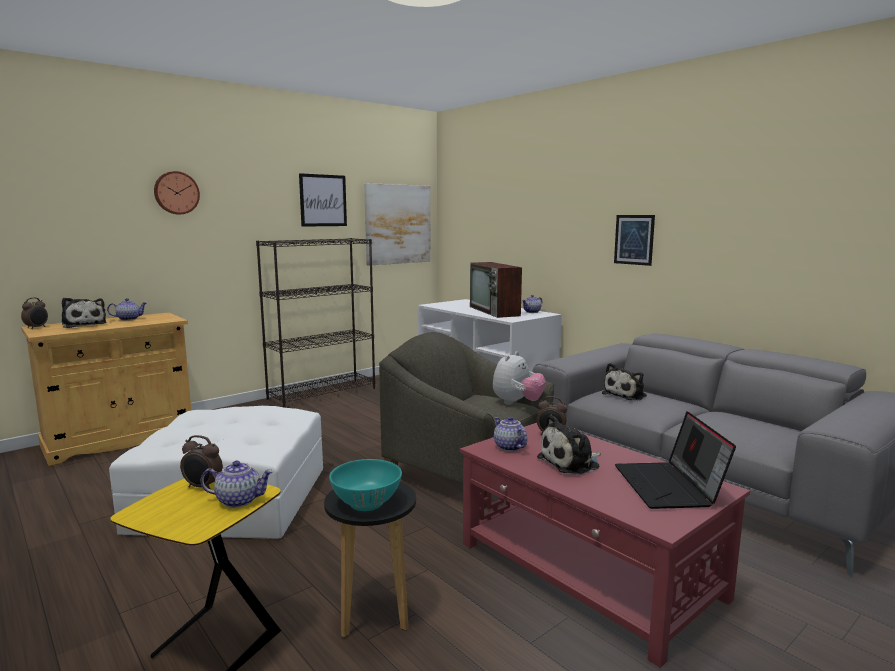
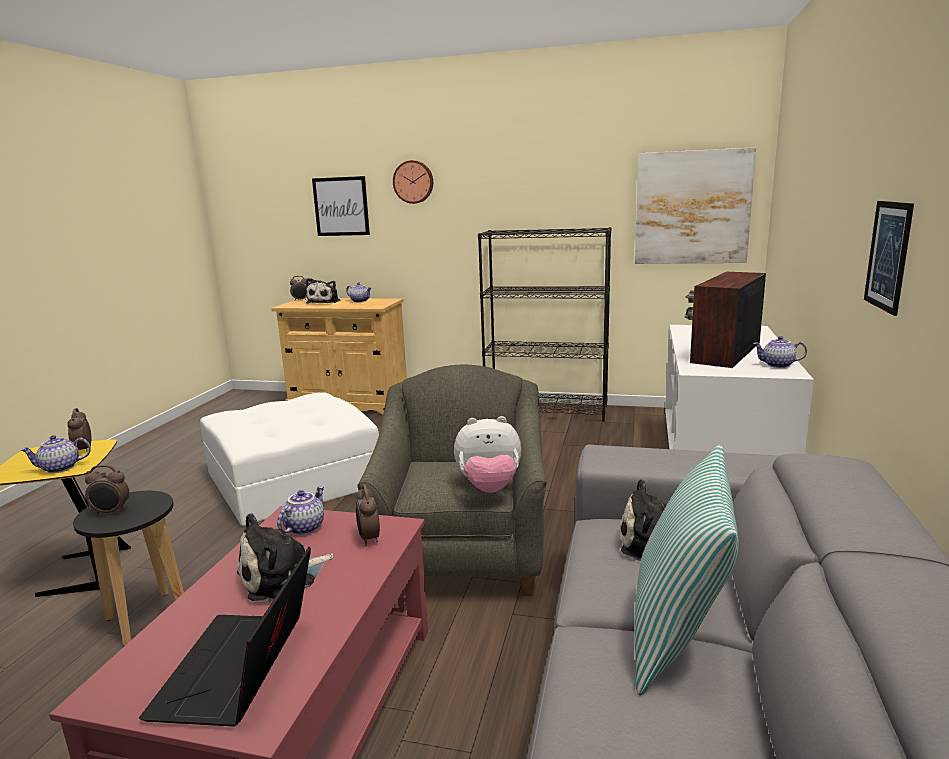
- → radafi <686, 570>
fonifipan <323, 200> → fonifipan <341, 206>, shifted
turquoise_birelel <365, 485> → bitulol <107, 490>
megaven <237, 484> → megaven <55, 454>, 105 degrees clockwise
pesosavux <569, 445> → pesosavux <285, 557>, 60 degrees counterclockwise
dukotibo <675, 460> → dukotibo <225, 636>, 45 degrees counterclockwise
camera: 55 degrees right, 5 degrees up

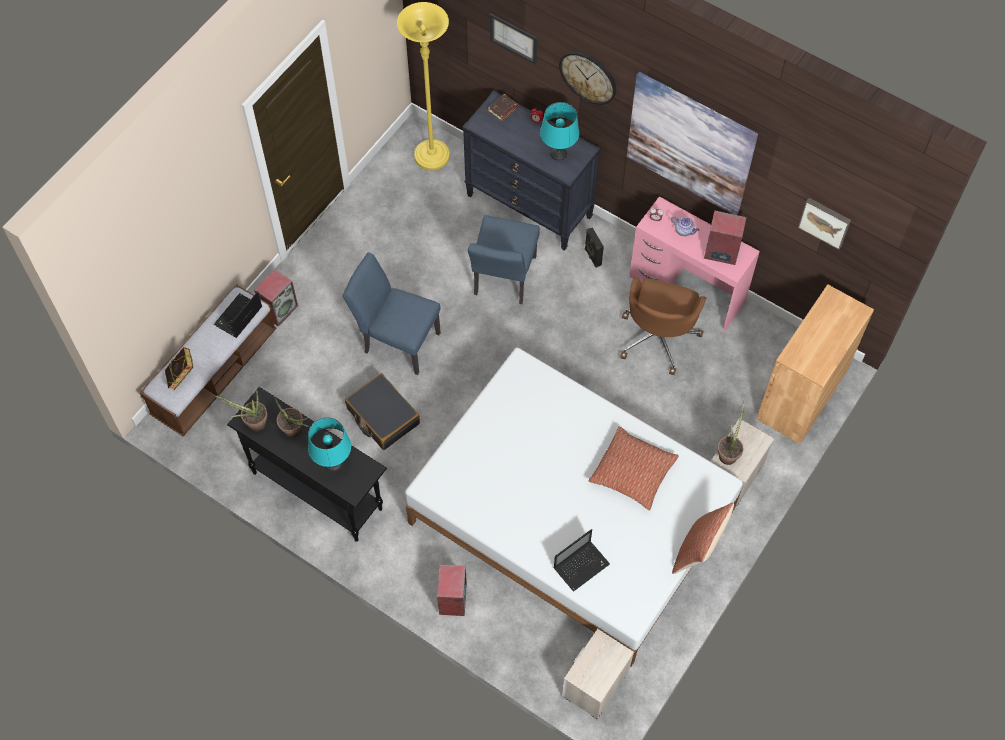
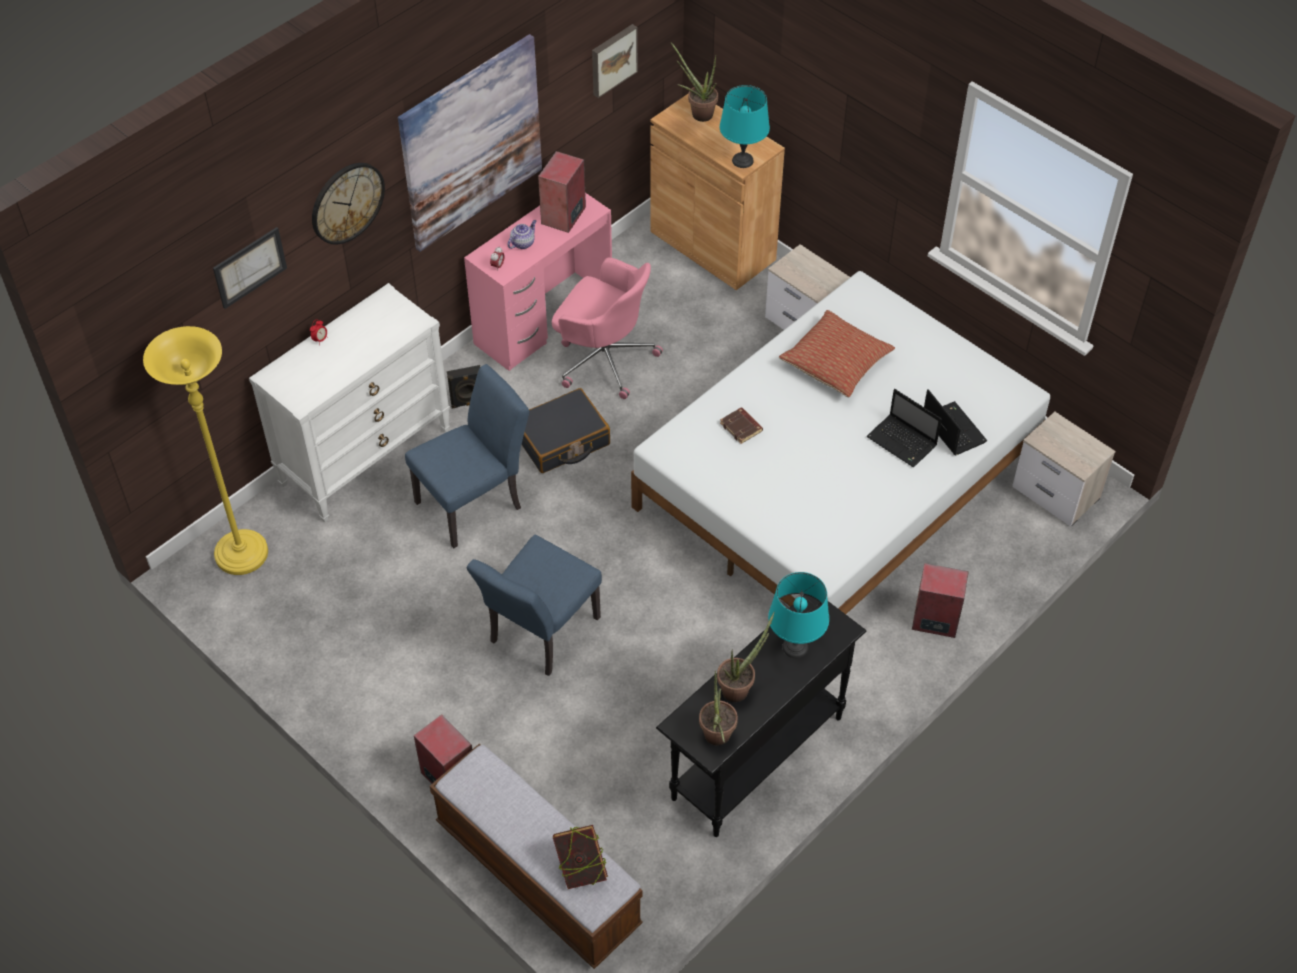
radafi <703, 538> → -
dukotibo <238, 314> → dukotibo <904, 428>, shifted
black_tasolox <382, 411> → black_tasolox <566, 430>, shifted
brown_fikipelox <503, 107> → brown_fikipelox <741, 425>, shifted
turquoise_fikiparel <559, 131> → turquoise_fikiparel <745, 126>, shifted
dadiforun <730, 433> → dadiforun <694, 82>, shifted
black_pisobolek <531, 170> → white_pisobolek <349, 402>
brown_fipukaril <663, 326> → pink_fipukaril <607, 328>
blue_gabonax <504, 259> → blue_gabonax <467, 456>, 60 degrees counterclockwise
camera: 80 degrees left, 10 degrees down

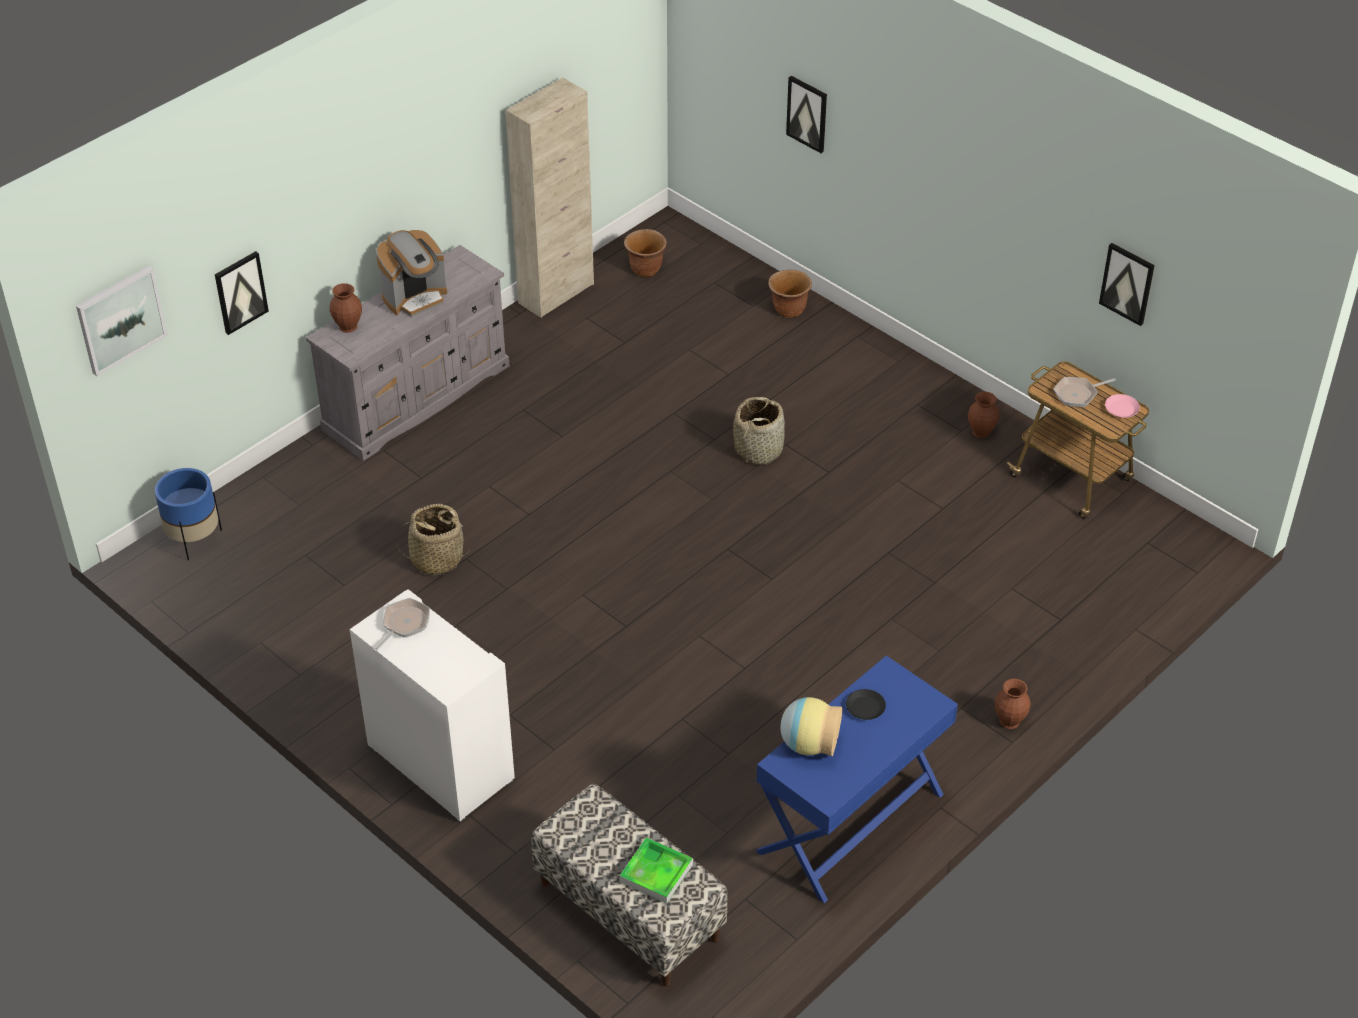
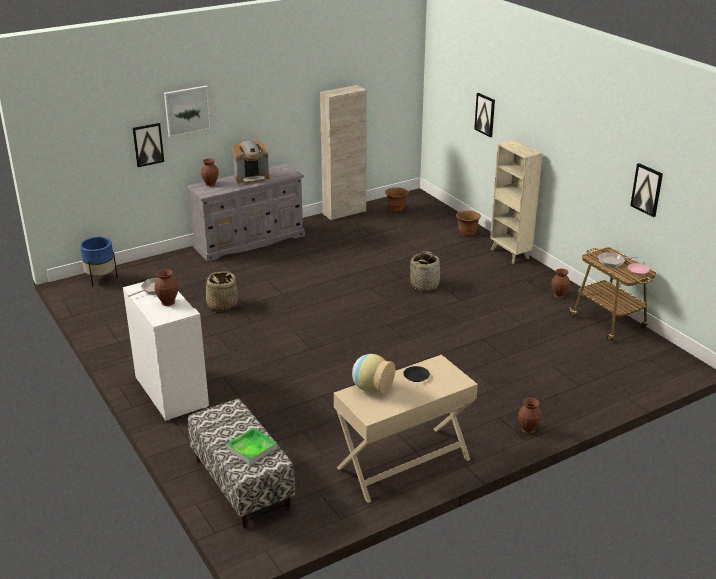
- → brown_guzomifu <166, 287>
- → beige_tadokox <516, 202>
fonifipan <122, 321> → fonifipan <188, 111>, shifted
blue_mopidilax <857, 779> → beige_mopidilax <406, 428>
camera: 15 degrees right, 15 degrees down

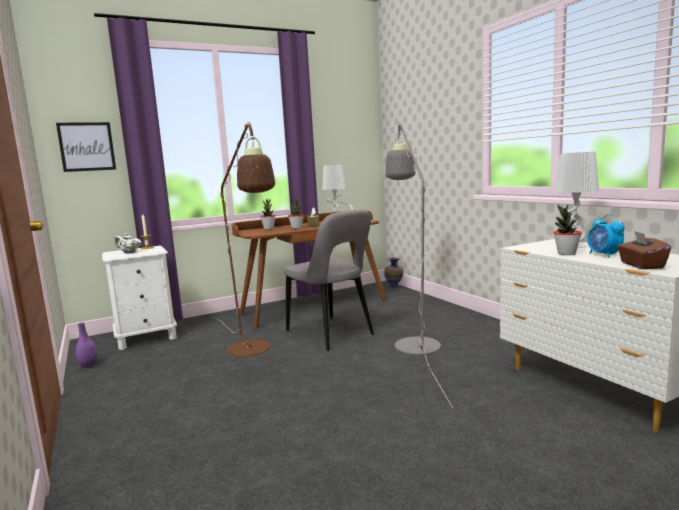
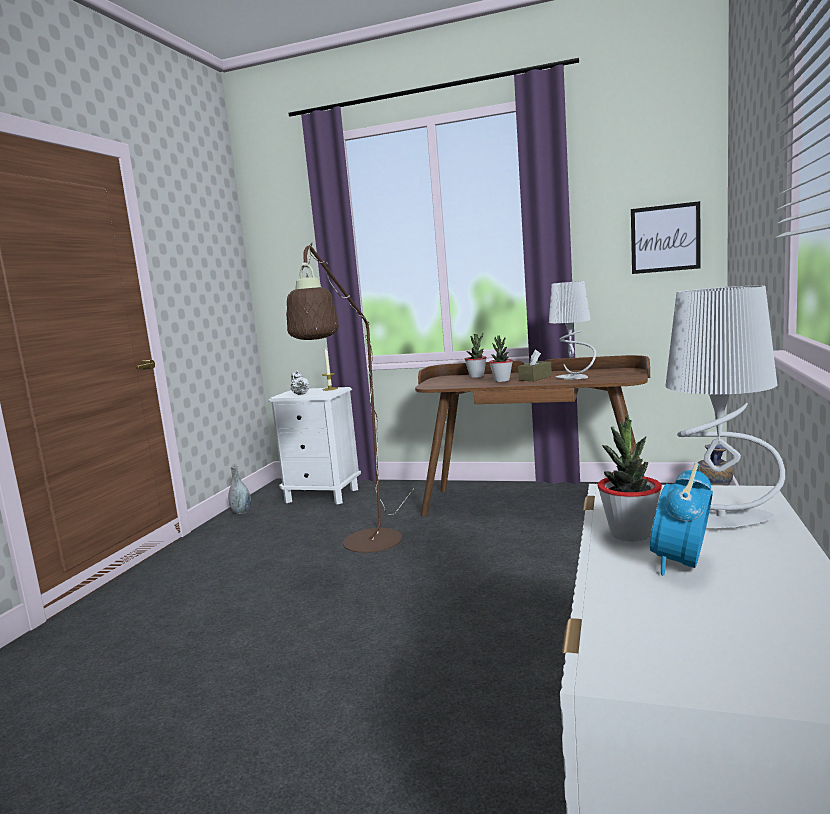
grey_gabonax <329, 280> → -
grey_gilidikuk <419, 265> → -
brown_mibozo <644, 250> → -
fonifipan <86, 147> → fonifipan <665, 237>, shifted
purple_guzomifu <86, 344> → grey_guzomifu <239, 489>
camera: 45 degrees right, 0 degrees up

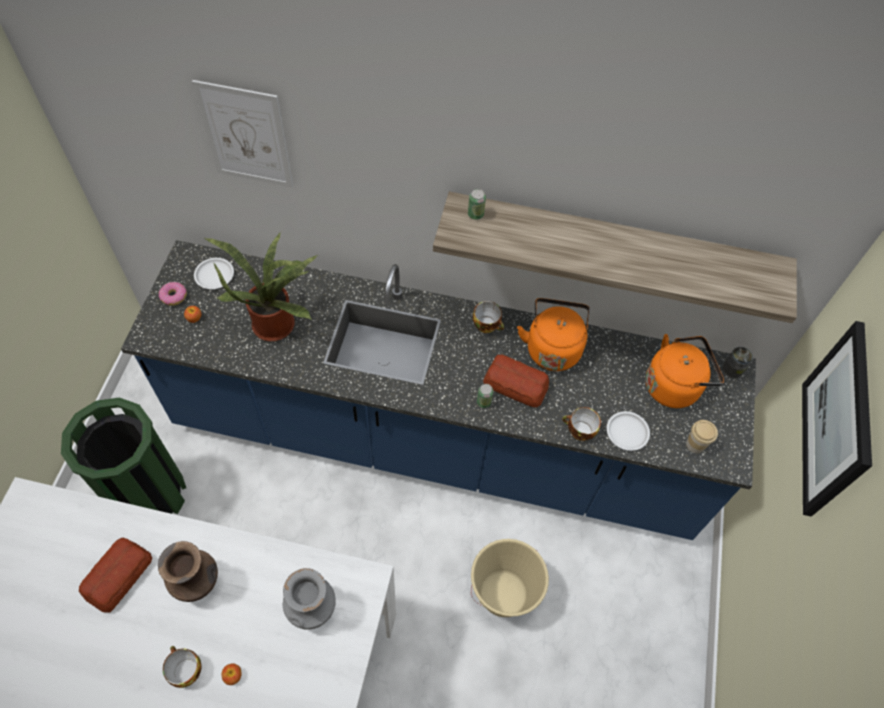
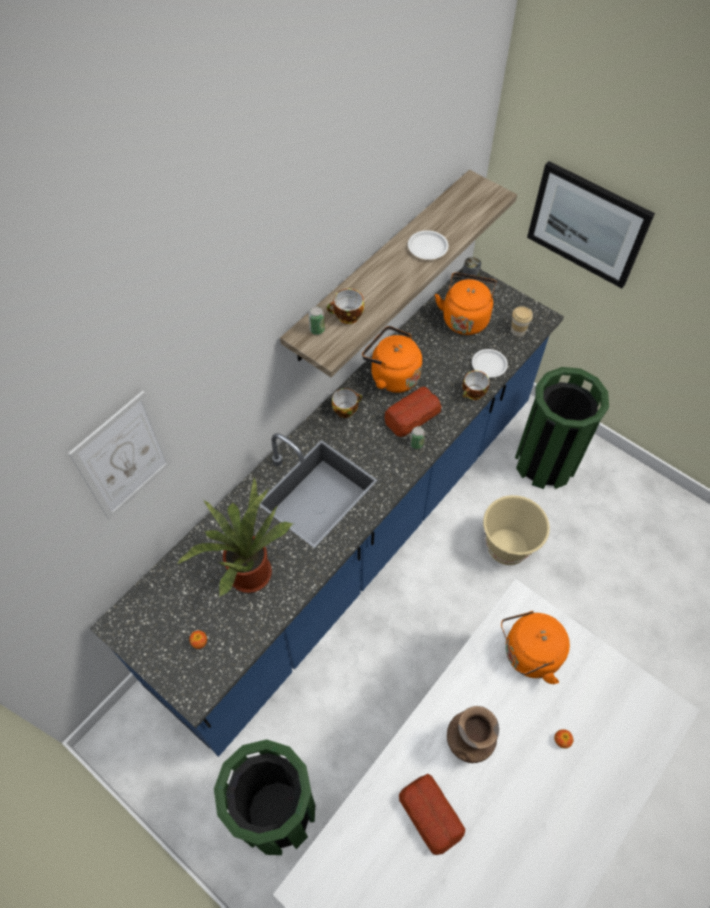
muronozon <173, 294> → -
- → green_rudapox <562, 428>
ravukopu <182, 667> → ravukopu <345, 306>, shifted
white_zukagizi <214, 273> → white_zukagizi <428, 245>, shifted
grey_guzomifu <309, 599> → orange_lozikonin <535, 647>
camera: 60 degrees left, 0 degrees up

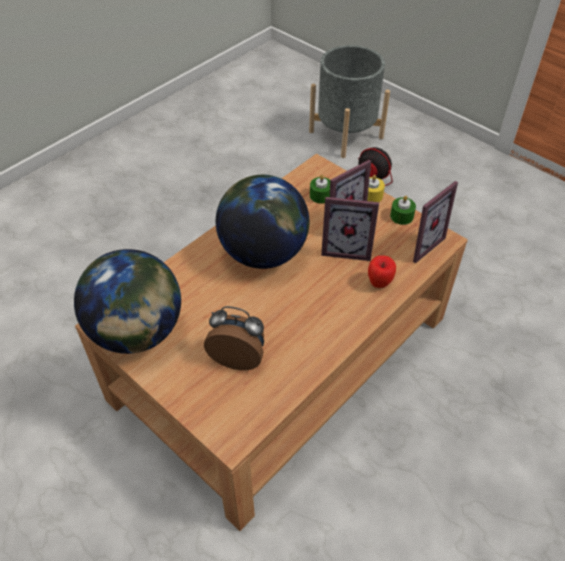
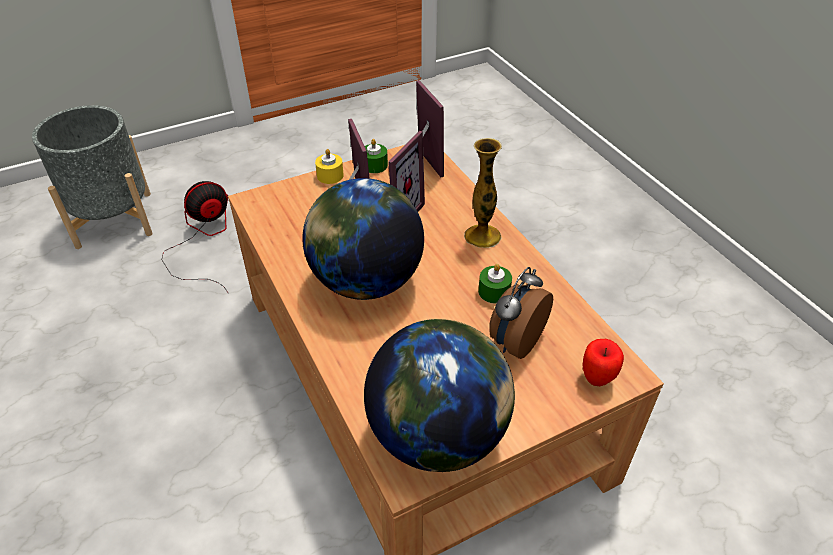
- → guzomifu <483, 193>
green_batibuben <320, 189> → green_batibuben <495, 284>, shifted
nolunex <382, 271> → nolunex <603, 362>, shifted
camera: 70 degrees left, 5 degrees down

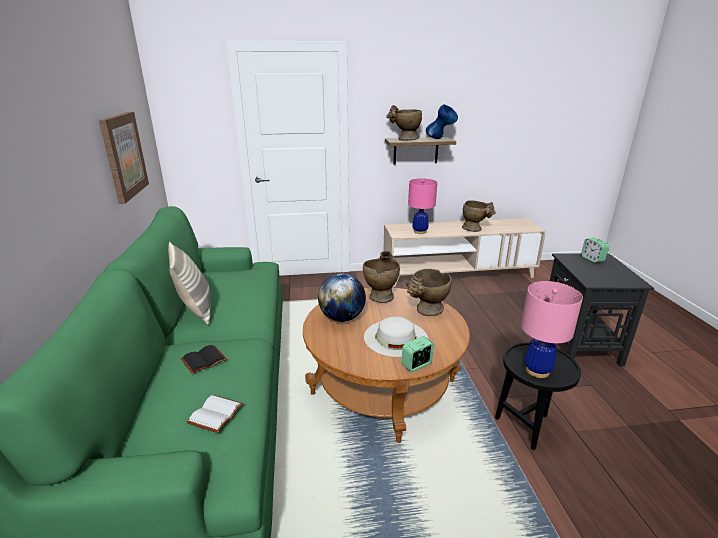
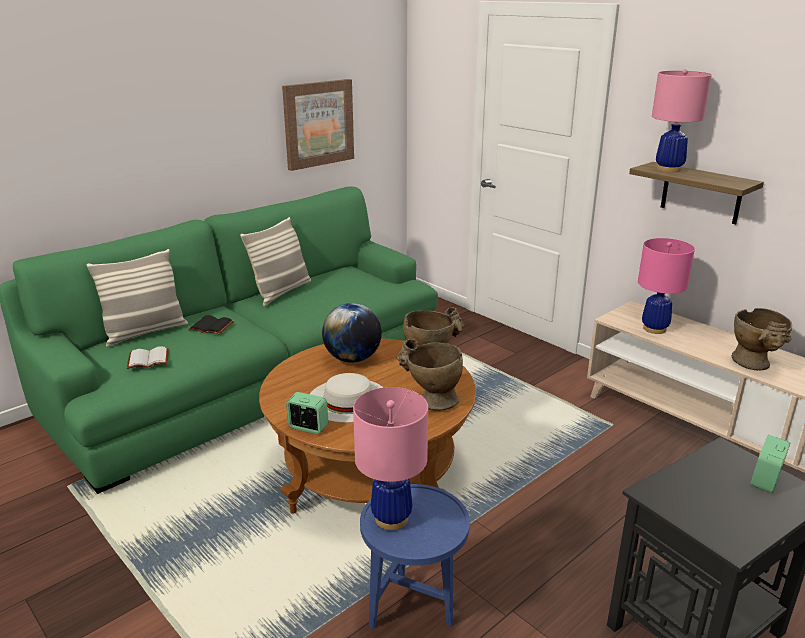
blue_guzomifu <442, 121> → -
- → radafi <137, 298>
beige_guzomifu <404, 123> → pink_fikiparel <682, 120>
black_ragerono <538, 396> → blue_ragerono <415, 556>
camera: 55 degrees right, 0 degrees up

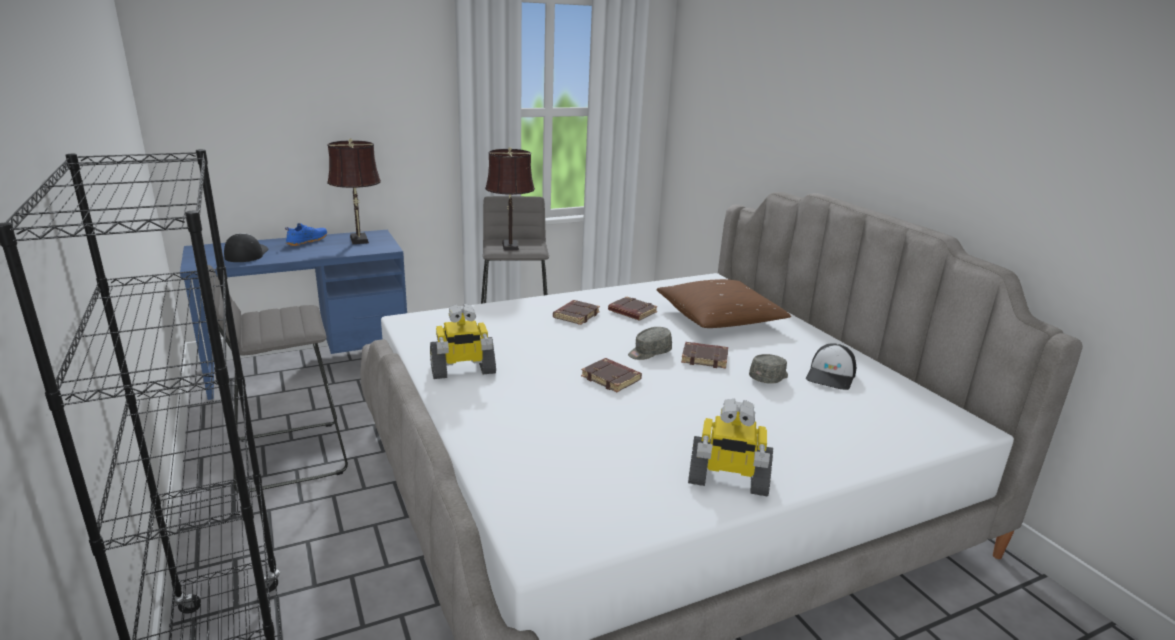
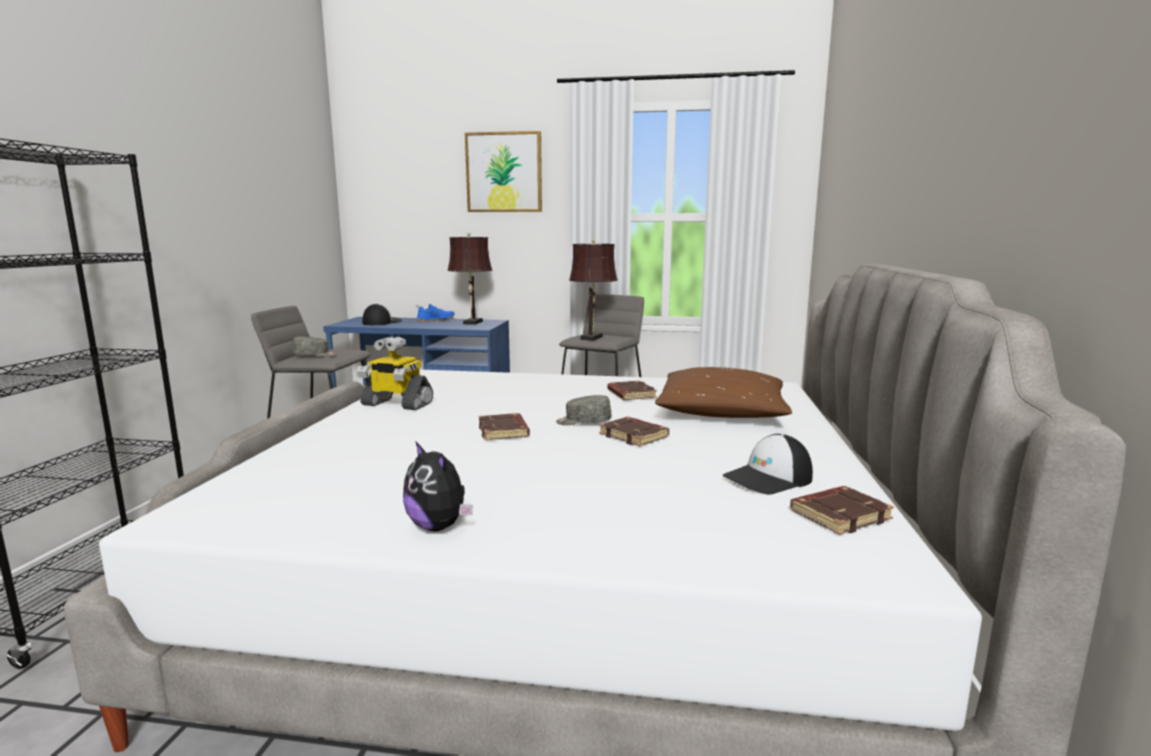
- → fonifipan <503, 171>
brown_fikipelox <576, 312> → brown_fikipelox <842, 510>, shifted
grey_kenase <768, 369> → grey_kenase <314, 346>, shifted
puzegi <730, 447> → pesosavux <438, 486>
camera: 35 degrees right, 10 degrees down

